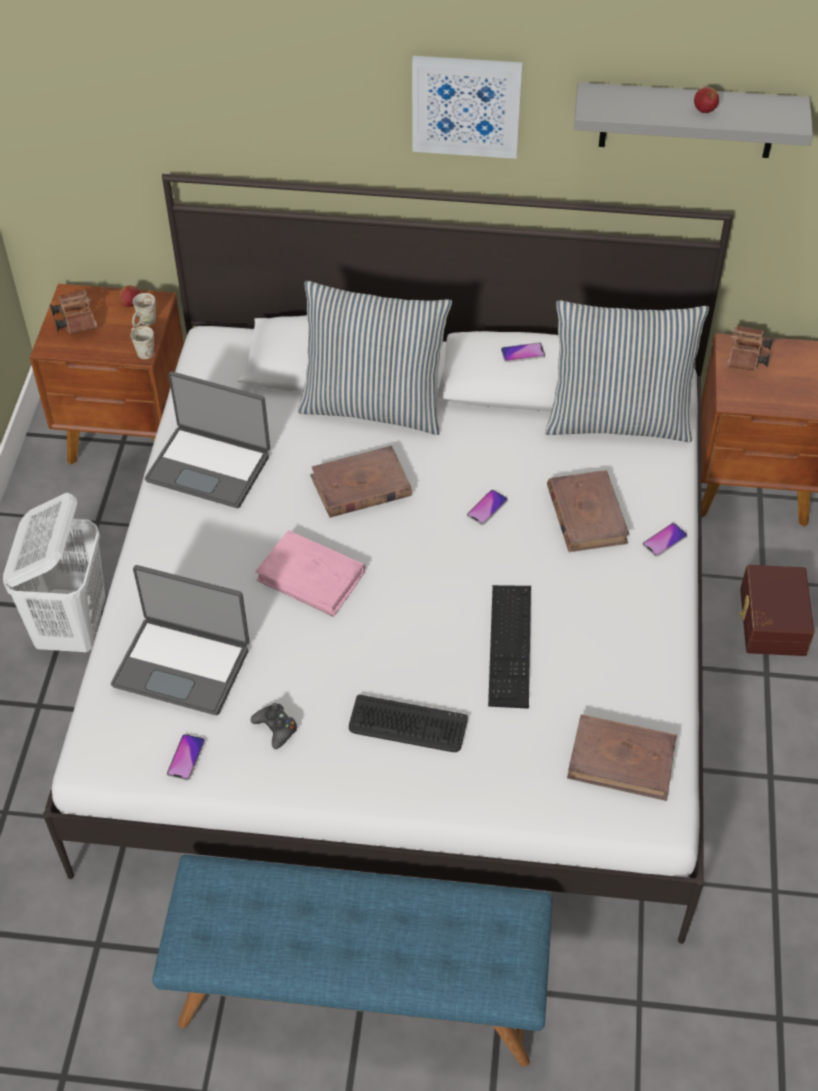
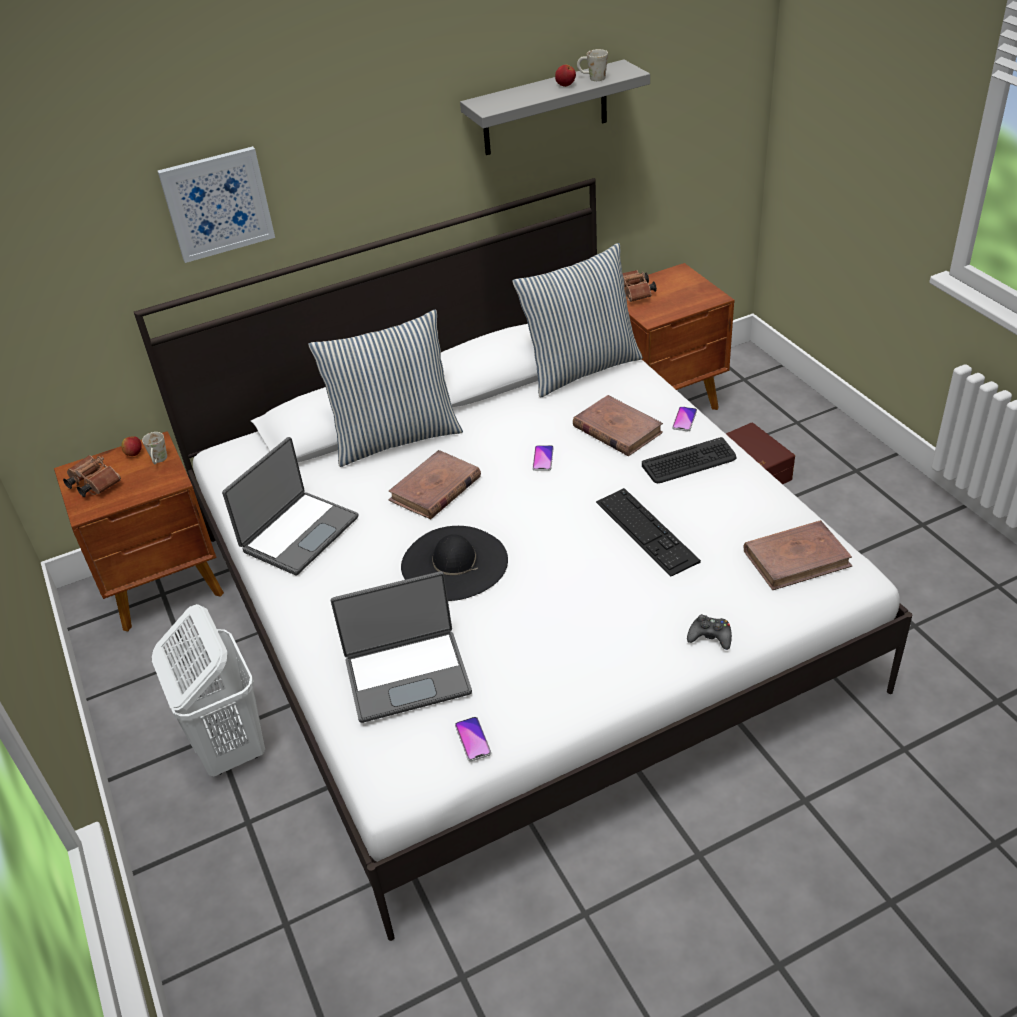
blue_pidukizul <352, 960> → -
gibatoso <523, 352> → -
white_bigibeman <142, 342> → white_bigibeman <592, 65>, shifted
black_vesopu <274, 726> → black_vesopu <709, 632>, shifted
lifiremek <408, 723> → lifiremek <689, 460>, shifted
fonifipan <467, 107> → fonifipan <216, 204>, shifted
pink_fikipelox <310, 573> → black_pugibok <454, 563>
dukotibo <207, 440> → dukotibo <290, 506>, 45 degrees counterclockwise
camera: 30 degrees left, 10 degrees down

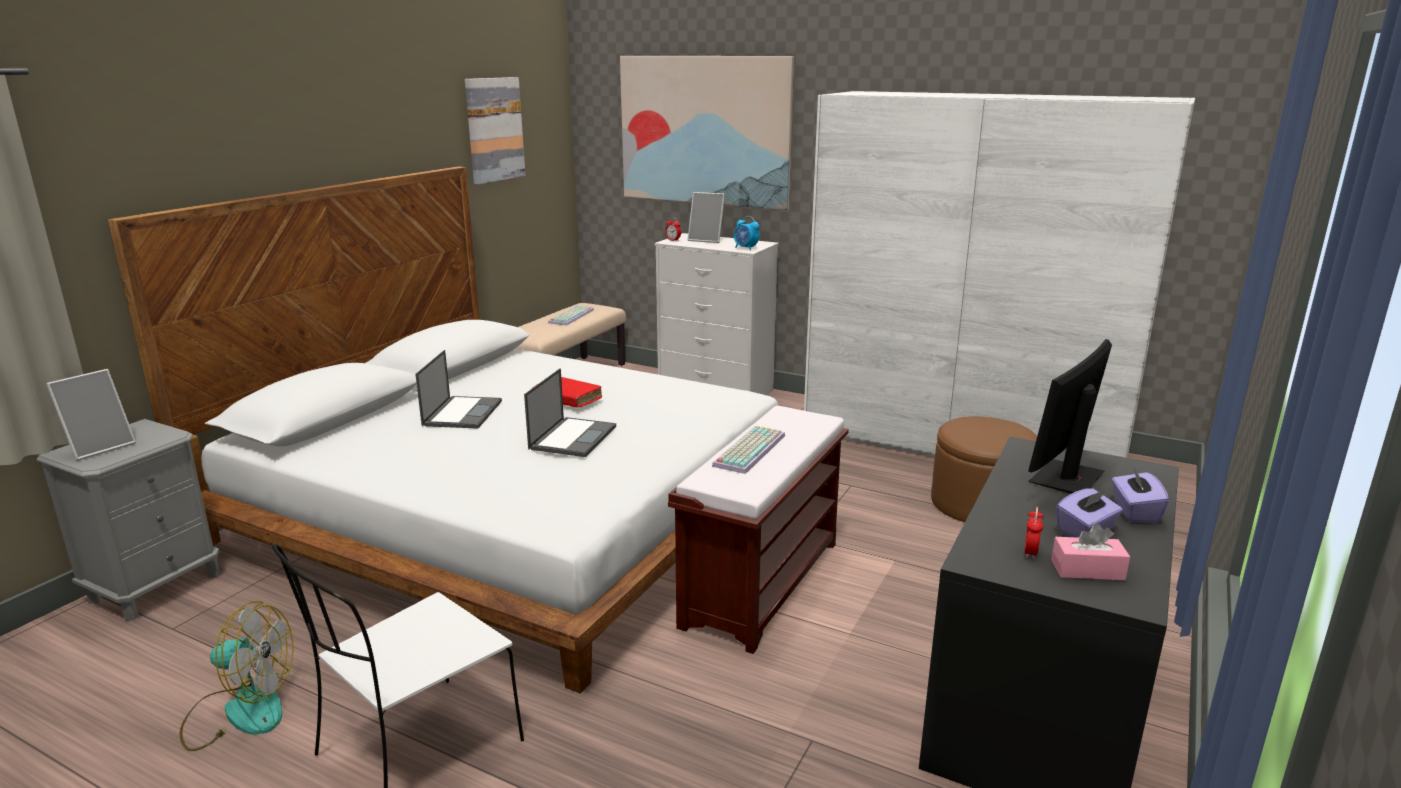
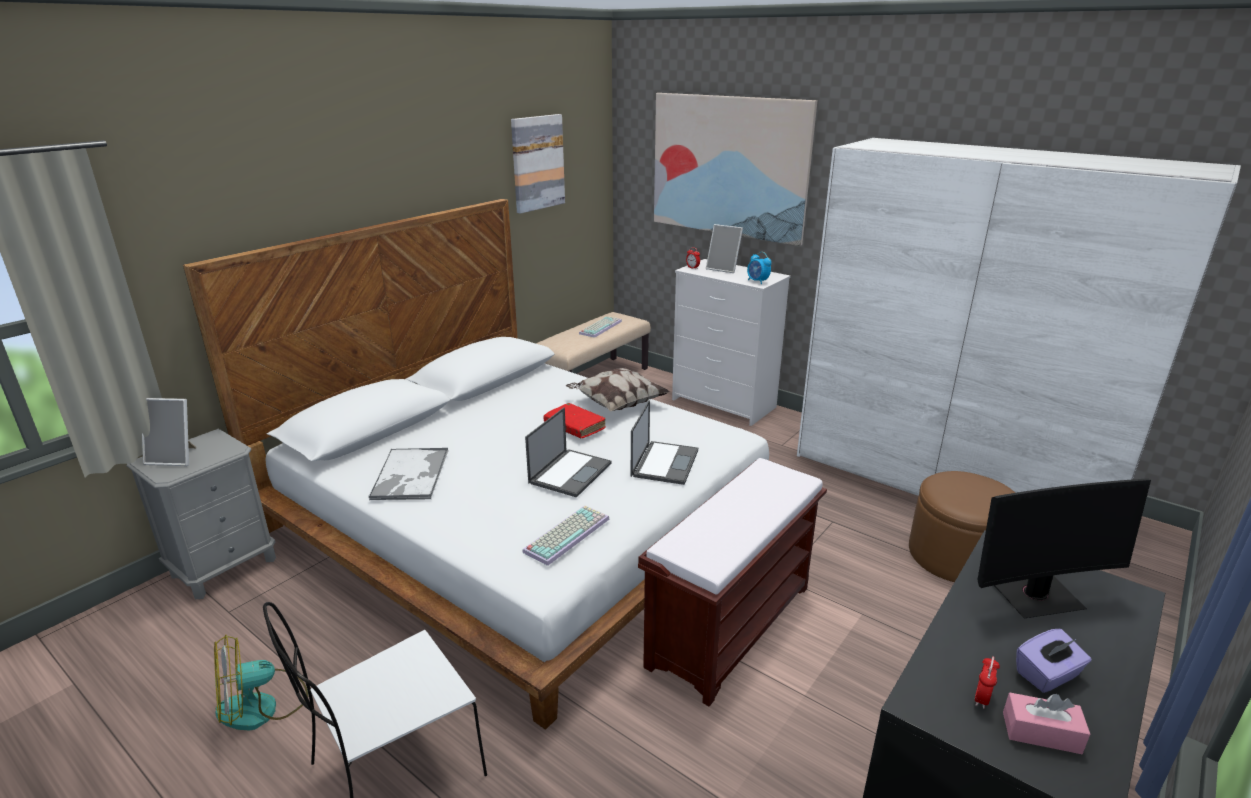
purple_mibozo <1140, 495> → -
- → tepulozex <408, 474>
- → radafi <618, 389>
dukotibo <458, 389> → dukotibo <664, 442>, shifted
lifiremek <748, 449> → lifiremek <565, 535>, shifted
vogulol <91, 415> → vogulol <169, 432>, 45 degrees clockwise
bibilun <236, 676> → bibilun <261, 682>, 135 degrees clockwise
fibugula <1070, 416> → fibugula <1064, 548>, 150 degrees counterclockwise
camera: 10 degrees right, 5 degrees up

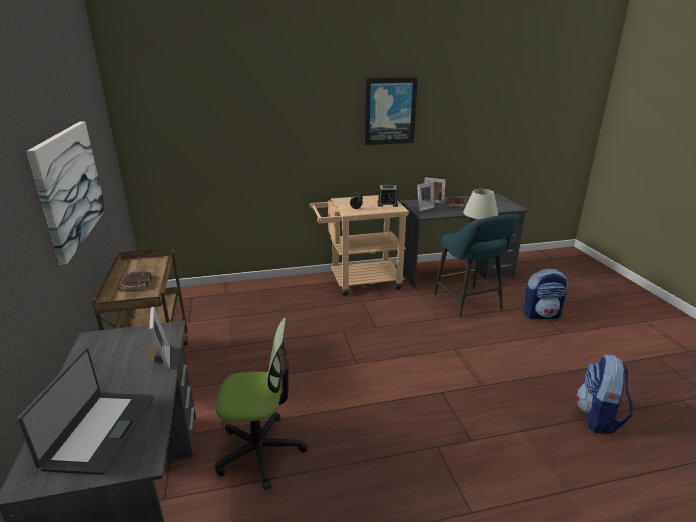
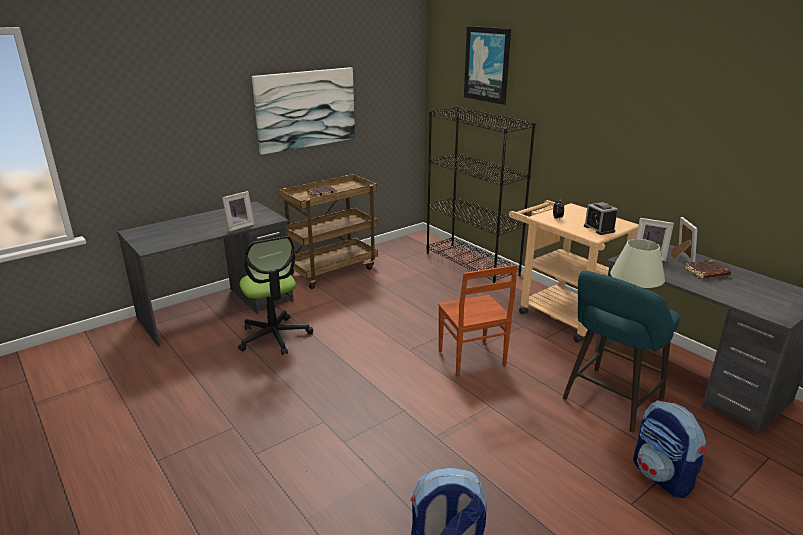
dukotibo <85, 411> → -
- → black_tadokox <481, 195>
- → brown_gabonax <477, 321>
fonifipan <391, 111> → fonifipan <487, 65>, shifted
camera: 65 degrees right, 0 degrees up

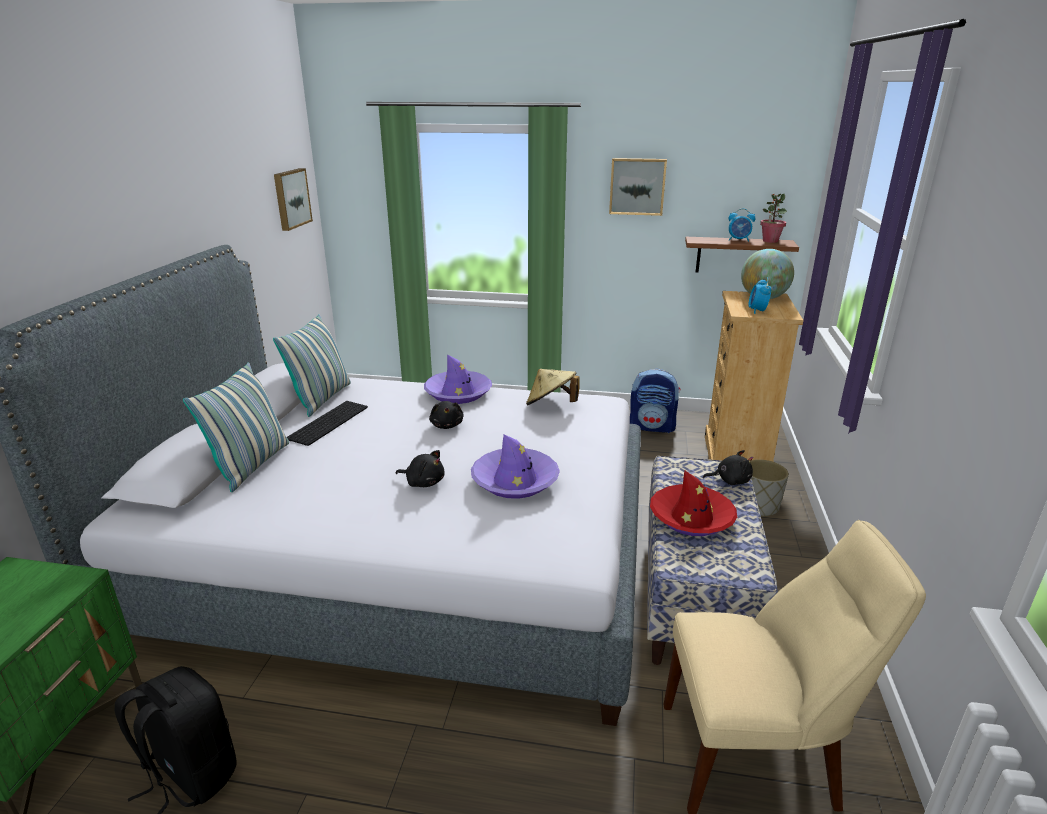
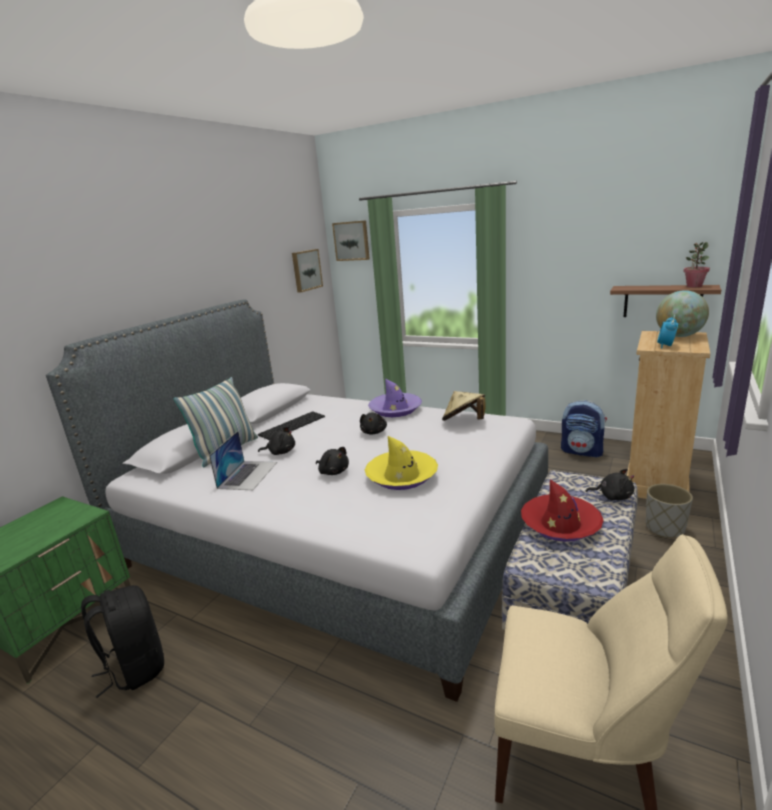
radafi <312, 365> → -
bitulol <742, 225> → -
- → dukotibo <243, 460>
- → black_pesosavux <276, 441>
fonifipan <638, 187> → fonifipan <351, 240>, shifted
purple_pugibok <515, 466> → yellow_pugibok <401, 463>
camera: 20 degrees right, 5 degrees down

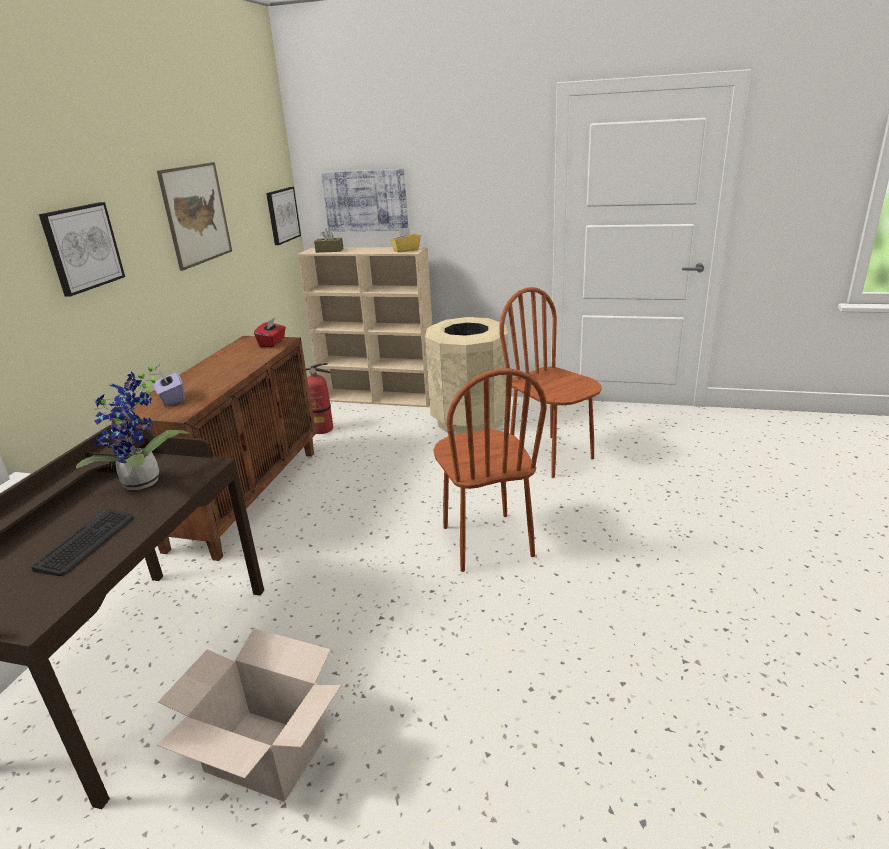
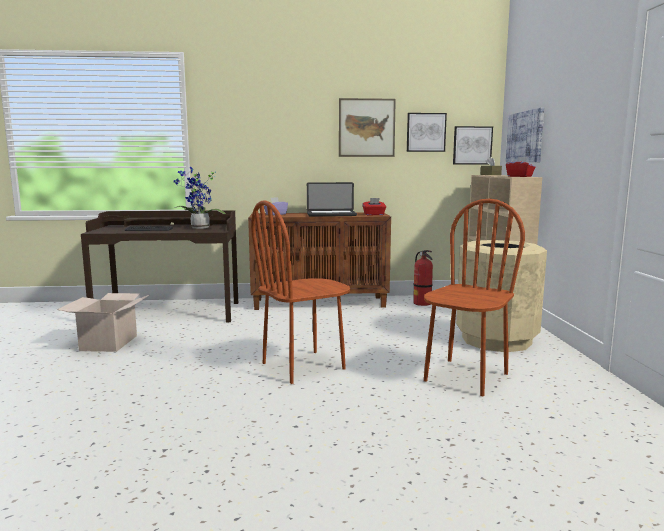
- → dukotibo <332, 199>
fonifipan <82, 249> → fonifipan <427, 132>, shifted
yellow_mibozo <405, 239> → red_mibozo <520, 167>
camera: 70 degrees right, 15 degrees down

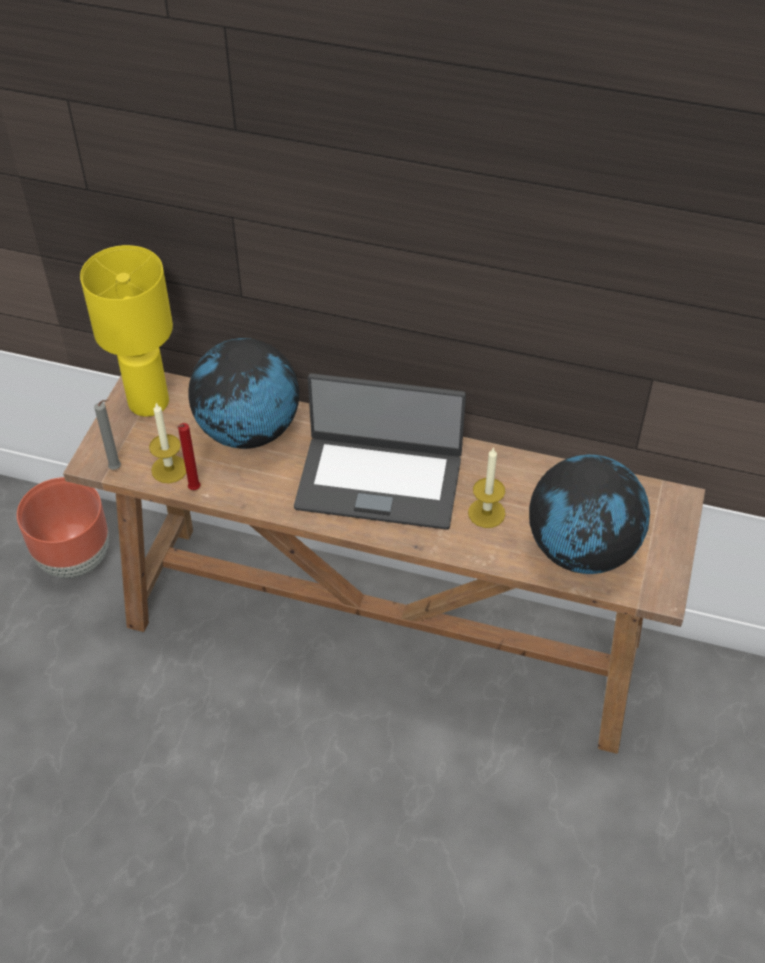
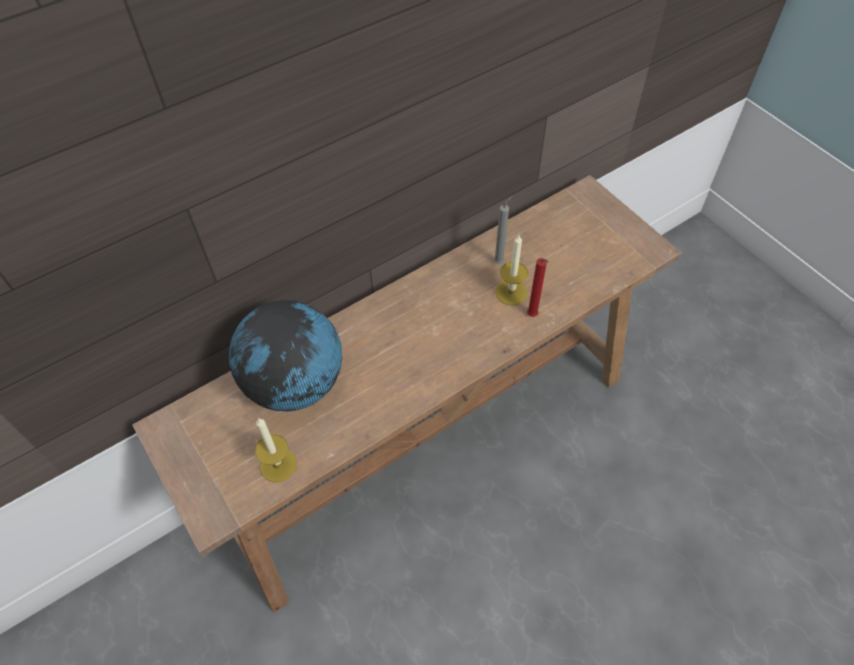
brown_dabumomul <63, 527> → -
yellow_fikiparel <126, 331> → -
dukotibo <380, 451> → -
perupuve <589, 514> → -
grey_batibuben <107, 434> → grey_batibuben <503, 230>, shifted
red_batibuben <189, 456> → red_batibuben <538, 287>, shifted
camera: 50 degrees left, 5 degrees up

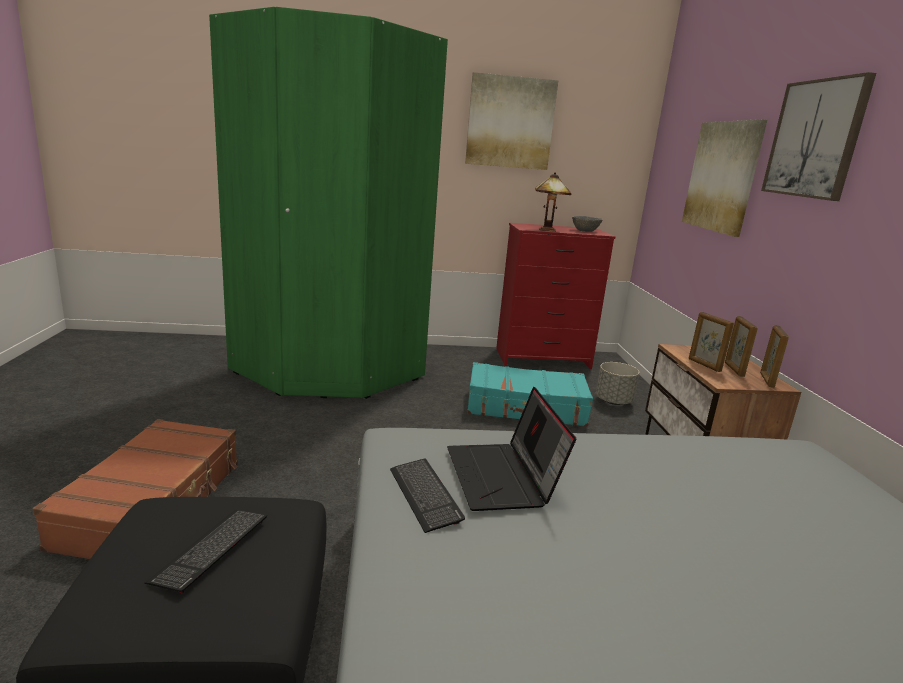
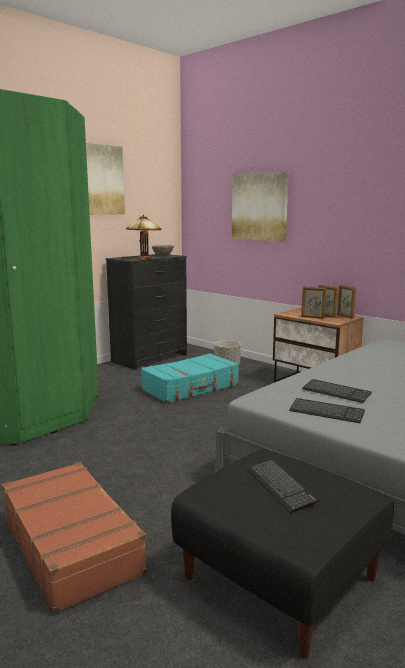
fonifipan <818, 136> → -
dukotibo <511, 449> → lifiremek <337, 391>
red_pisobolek <555, 296> → black_pisobolek <146, 312>
camera: 40 degrees left, 5 degrees down

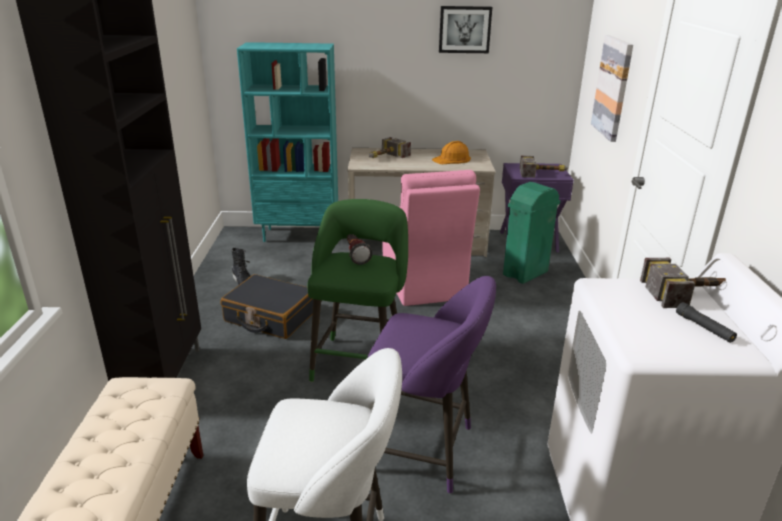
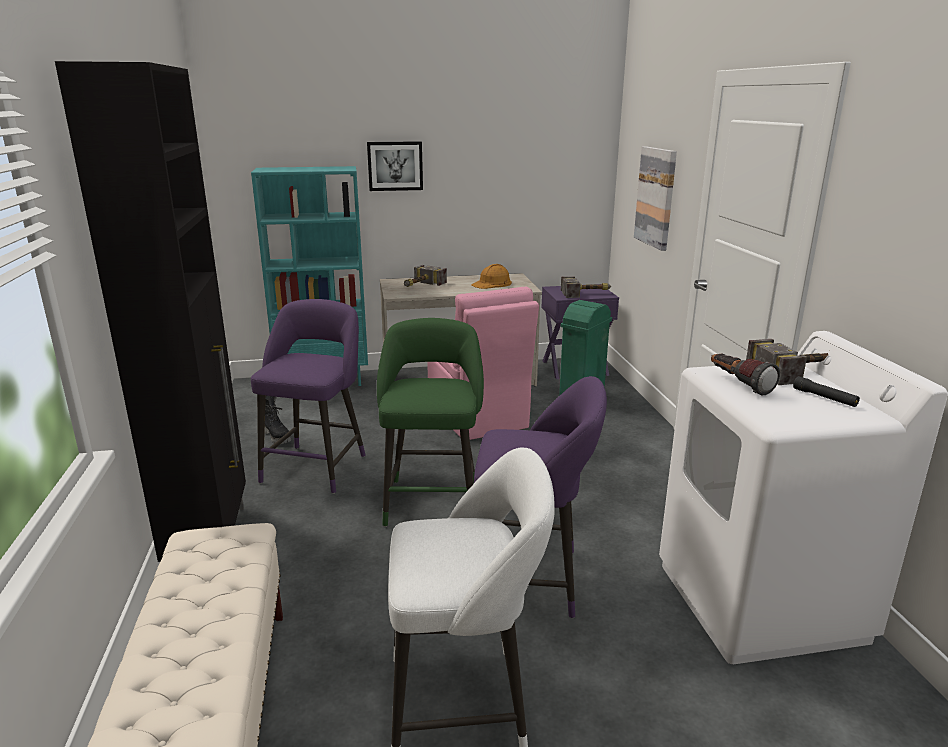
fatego <360, 249> → fatego <745, 374>, shifted
fonifipan <465, 29> → fonifipan <395, 166>, shifted
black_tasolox <267, 306> → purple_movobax <308, 396>
camera: 10 degrees left, 5 degrees down

